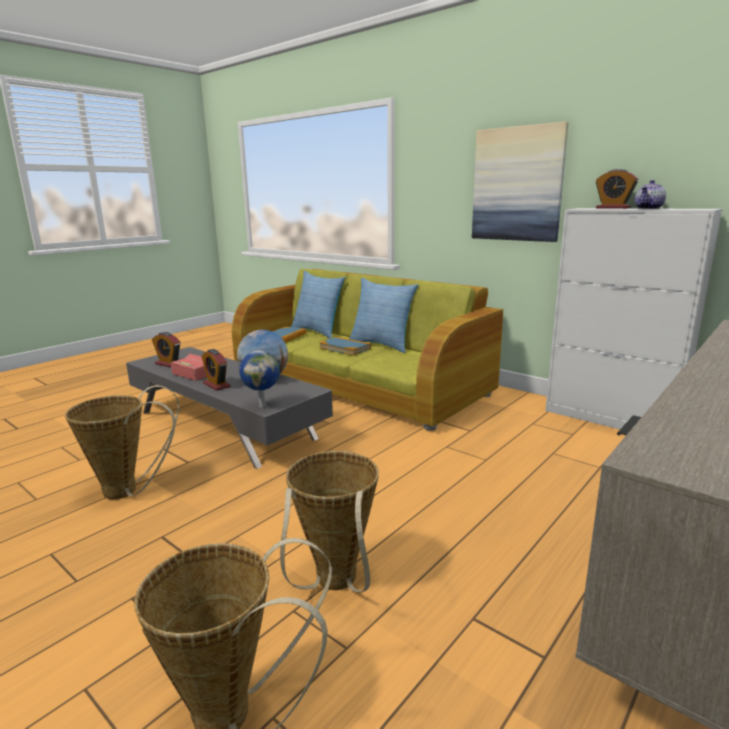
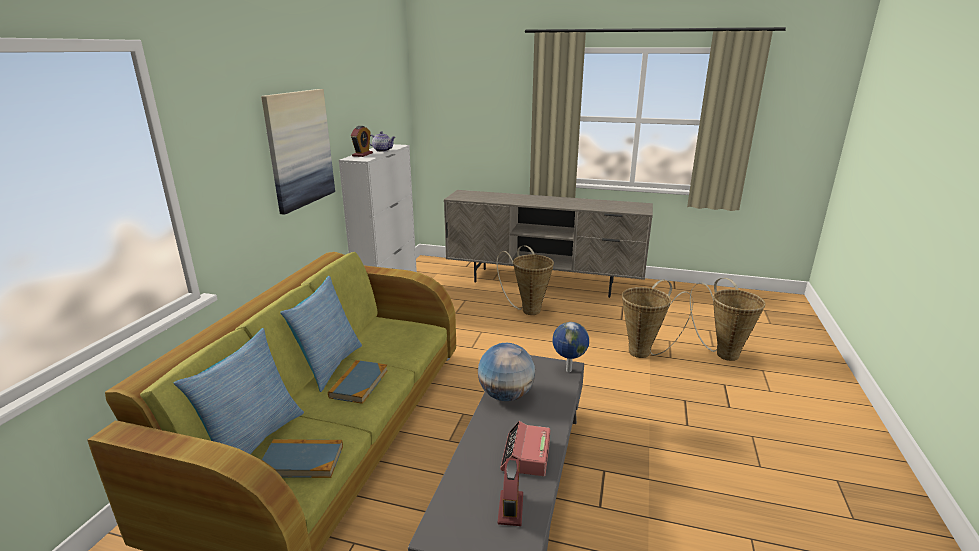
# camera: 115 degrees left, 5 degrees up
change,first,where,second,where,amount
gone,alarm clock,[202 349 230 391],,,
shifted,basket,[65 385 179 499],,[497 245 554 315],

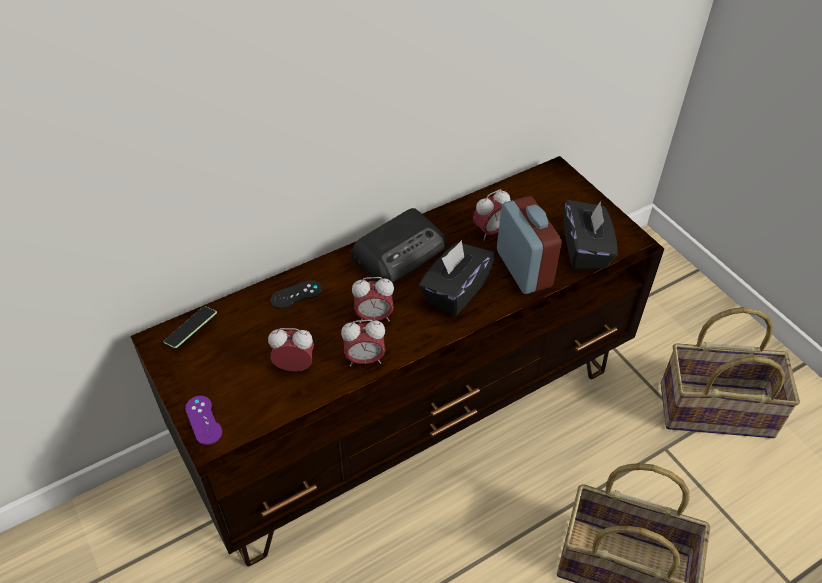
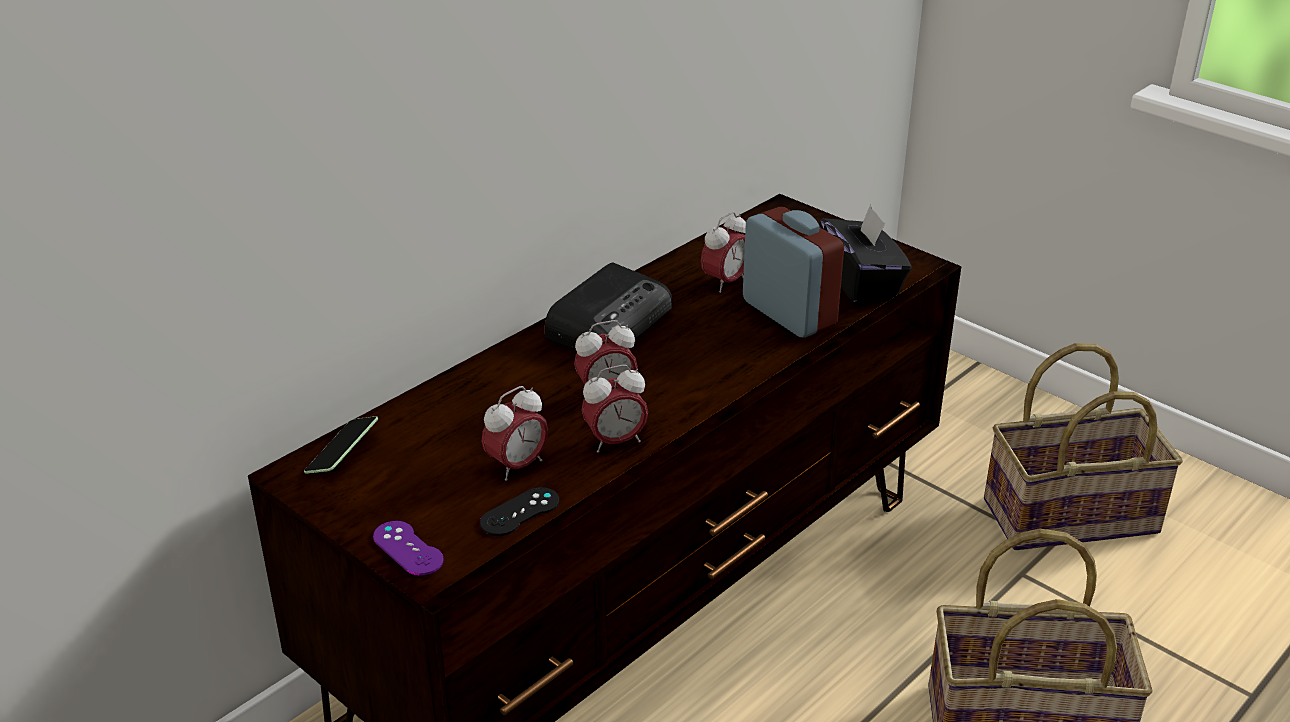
# camera: 15 degrees left, 15 degrees down
change,first,where,second,where,amount
gone,box of tissues in blackish,[419 240 495 316],,,
shifted,game controller in blackish,[270 280 322 309],,[480 487 559 536],
rotated,alarm clock,[268 328 314 371],,[482 386 548 481],150 degrees clockwise

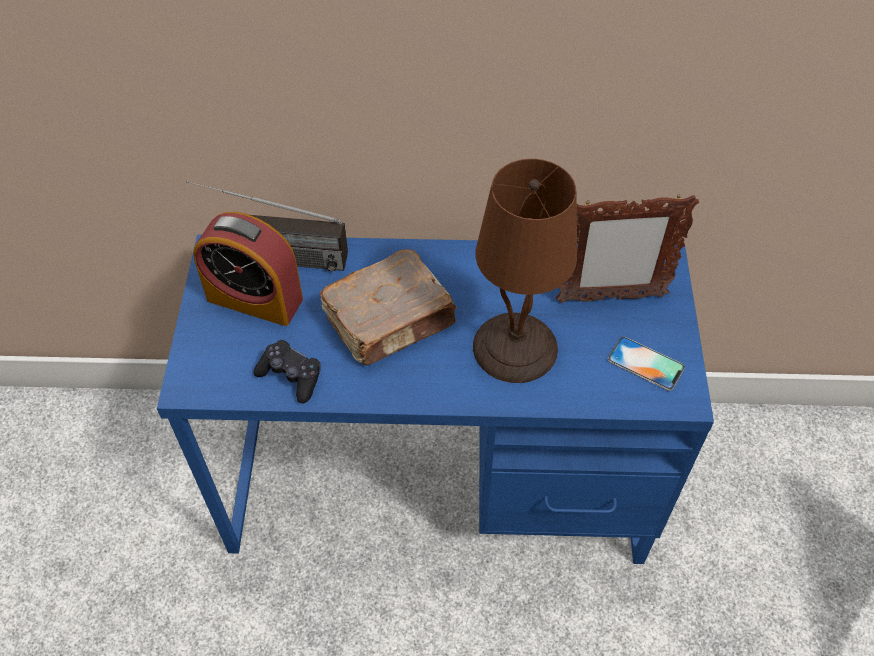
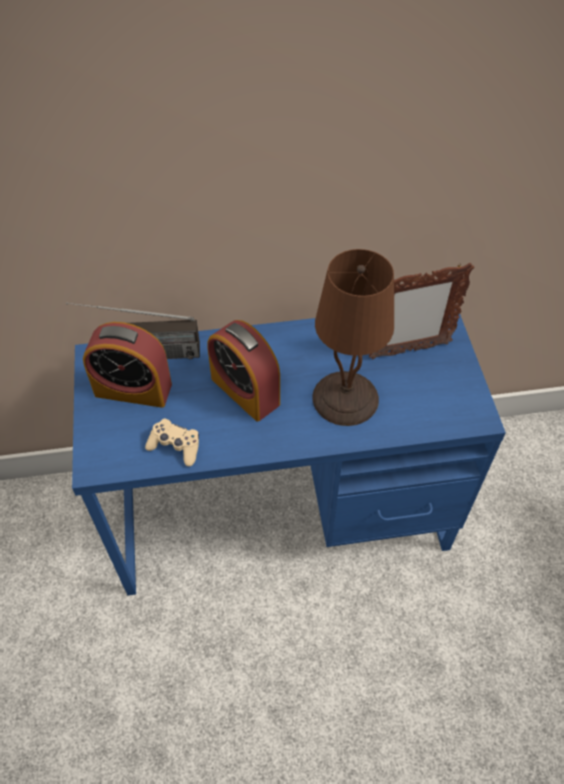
# camera: 10 degrees left, 0 degrees up
change,first,where,second,where,amount
swapped,volume in brownish,[320 249 457 365],alarm clock,[207 320 280 421],
gone,handset,[608 337 685 391],,,
repainted,game controller in blackish,[253 340 321 404],game controller in beige-coloured,[145 419 199 466],

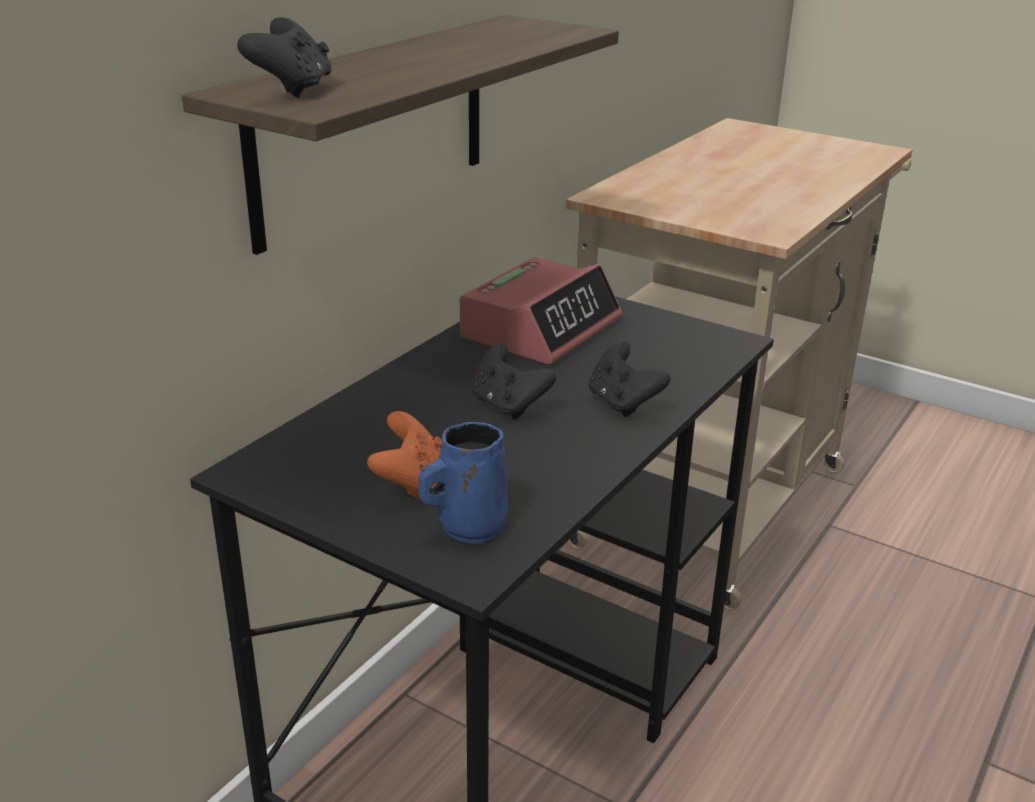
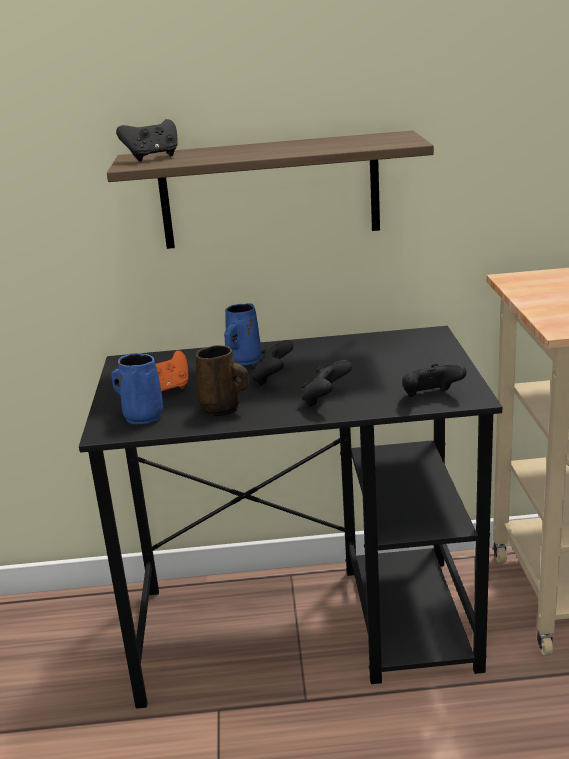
# camera: 55 degrees right, 5 degrees down
change,first,where,second,where,amount
gone,alarm clock,[460 257 622 364],,,
new,,,mug in bluish,[224 303 262 365],
new,,,mug in brownish,[196 345 249 416],
new,,,game controller in blackish,[402 364 467 397],

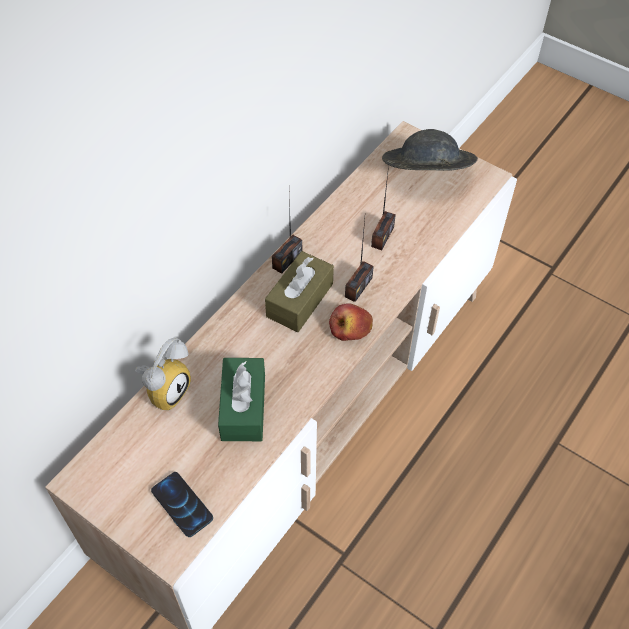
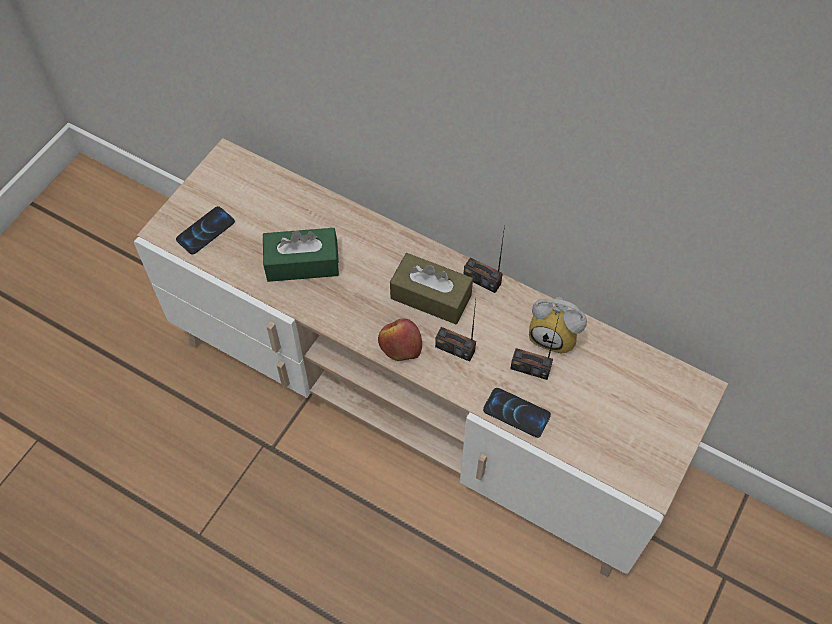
# camera: 85 degrees right, 5 degrees up
change,first,where,second,where,amount
gone,wearable hat in grey,[382 129 478 171],,,
shifted,alarm clock,[135 338 191 410],,[529 297 587 354],
new,,,handset,[483 388 551 438],

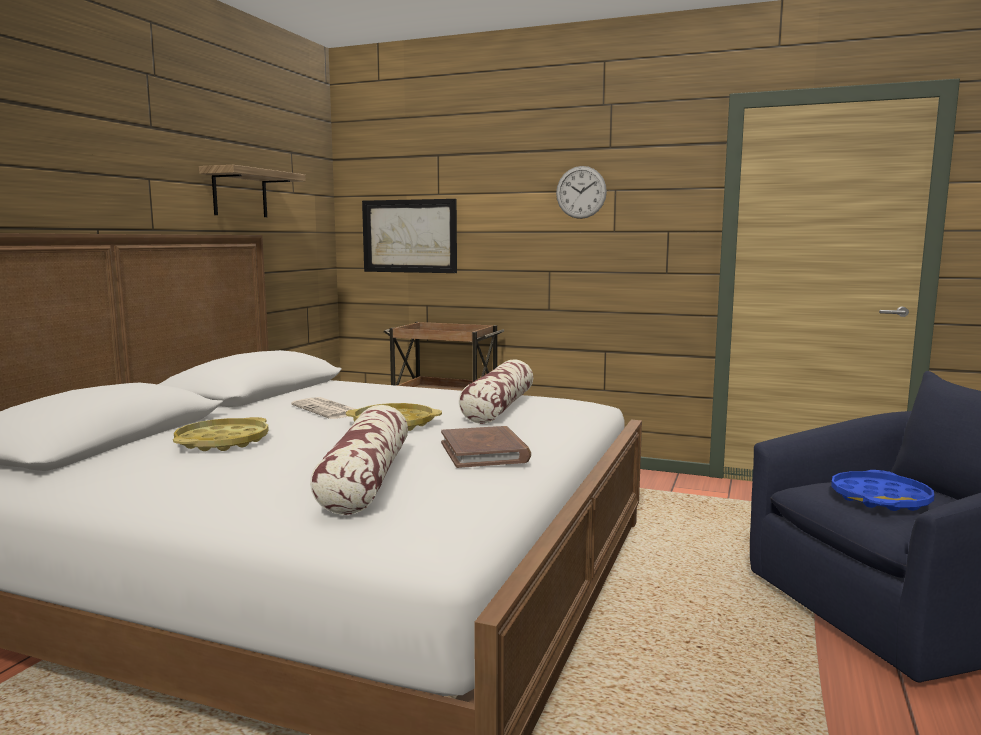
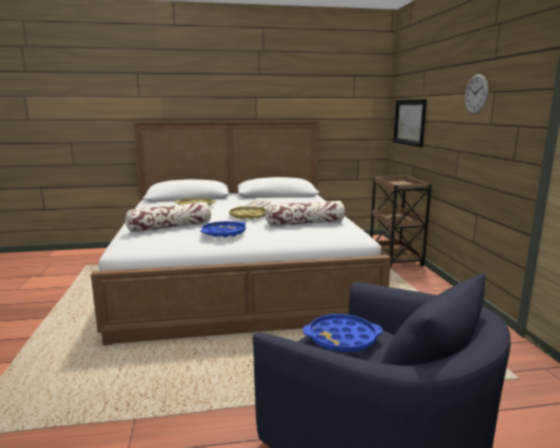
# camera: 60 degrees right, 5 degrees up
change,first,where,second,where,amount
gone,bracket shelf,[199 165 306 217],,,
swapped,volume in brownish,[441 426 531 468],carrying tray in bluish,[200 221 246 238],

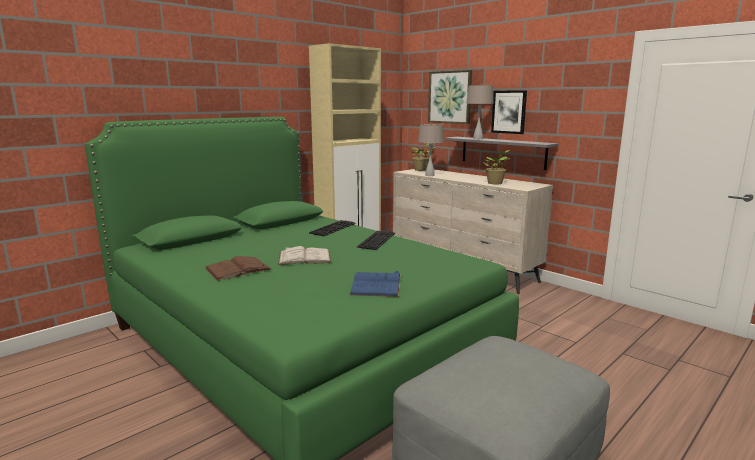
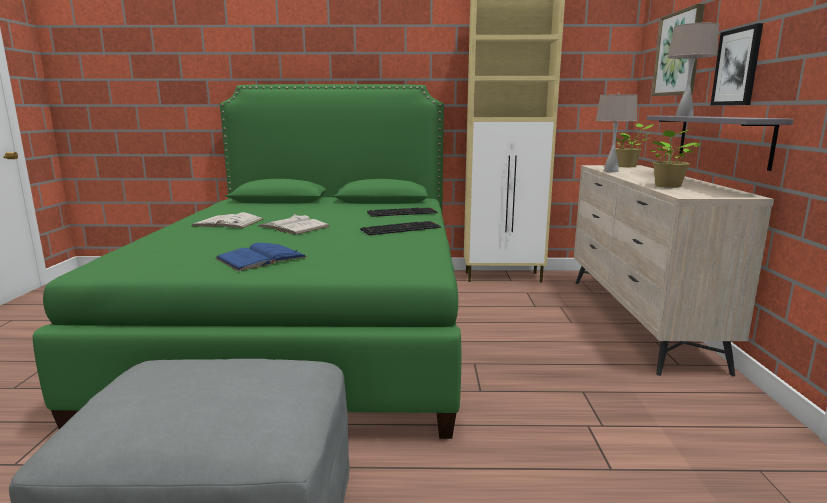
# camera: 45 degrees right, 0 degrees up
change,first,where,second,where,amount
repainted,volume in brownish,[205 256 272 281],volume in white-coloured,[192 212 264 228],

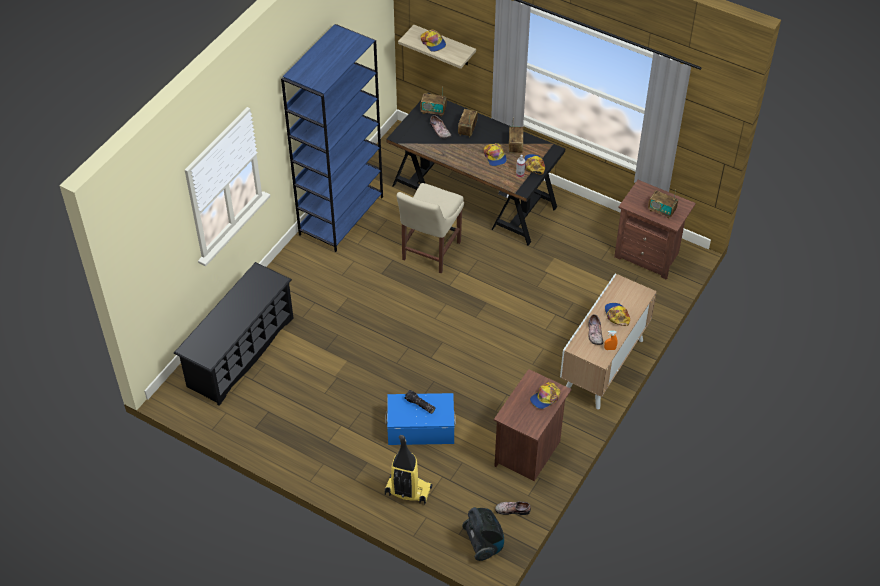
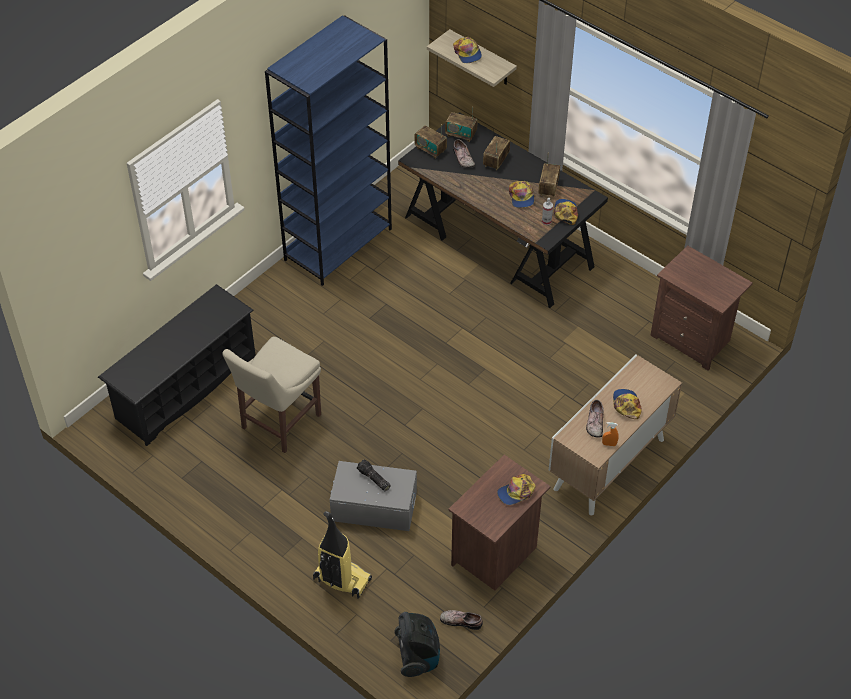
# camera: 10 degrees right, 0 degrees up
change,first,where,second,where,amount
shifted,chair in beige-coloured,[396 183 464 274],,[222 336 321 453],
shifted,radio set,[648 189 678 219],,[415 124 447 159],
repainted,storage container in bluish,[385 393 456 445],storage container in grey,[330 461 417 531],

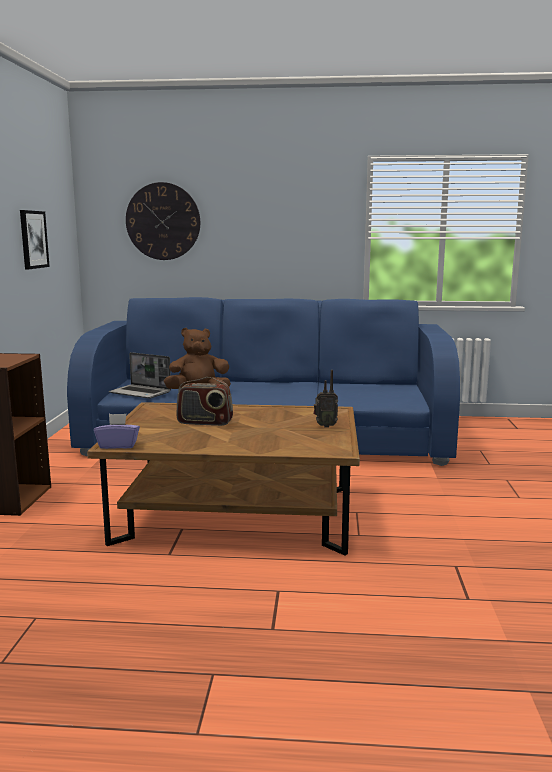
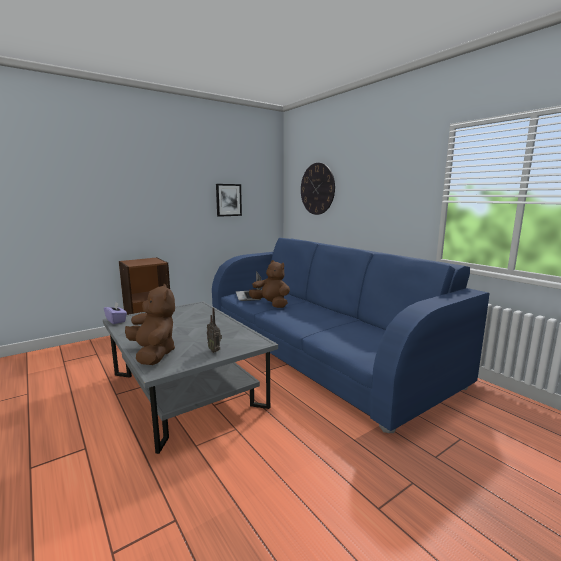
# camera: 50 degrees right, 0 degrees up
change,first,where,second,where,amount
gone,radio set,[176 377 233 426],,,
repainted,low table in brownish,[87 402 360 556],low table in grey,[103 301 278 454],
new,,,cuddly toy in brownish,[125 283 175 365],

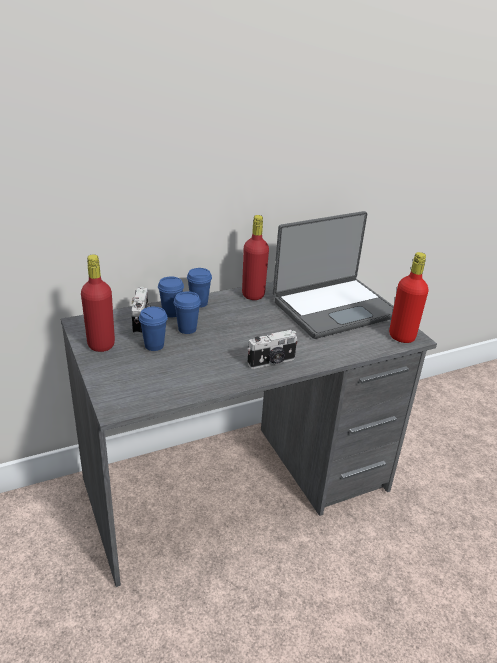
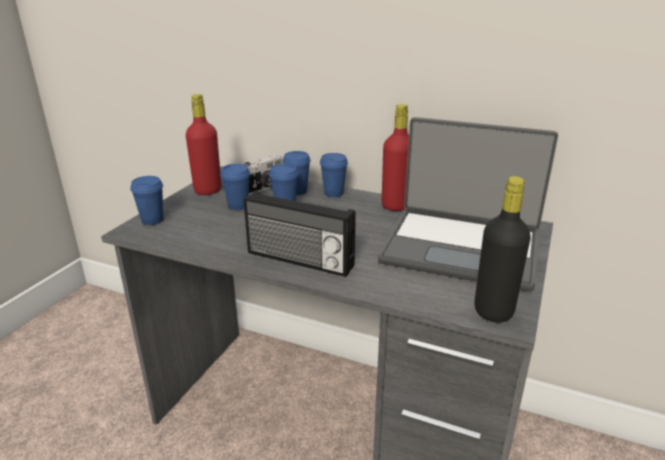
# camera: 50 degrees right, 5 degrees down
change,first,where,second,where,amount
repainted,beverage bottle in red,[389 252 429 343],beverage bottle in blackish,[475 176 531 323],
swapped,still camera,[247 330 298 369],radio set,[244 191 356 277],
new,,,drinking cup in bluish,[130 176 163 225],

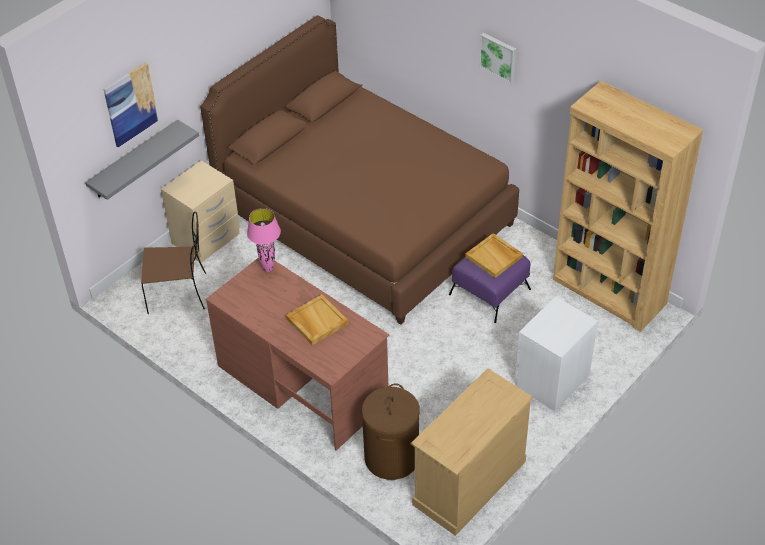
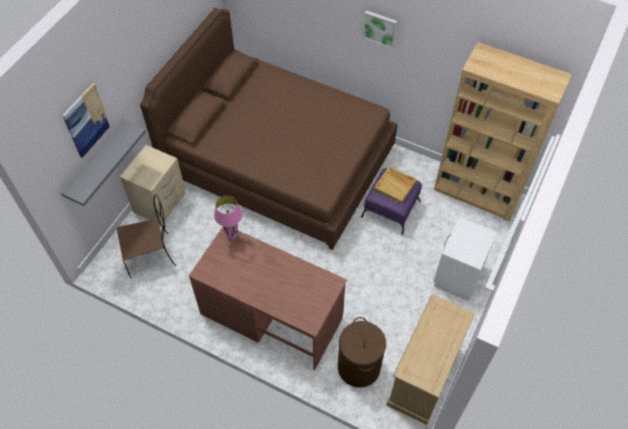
# camera: 15 degrees left, 10 degrees up
change,first,where,second,where,amount
gone,carrying tray in beige-coloured,[286 294 348 346],,,

